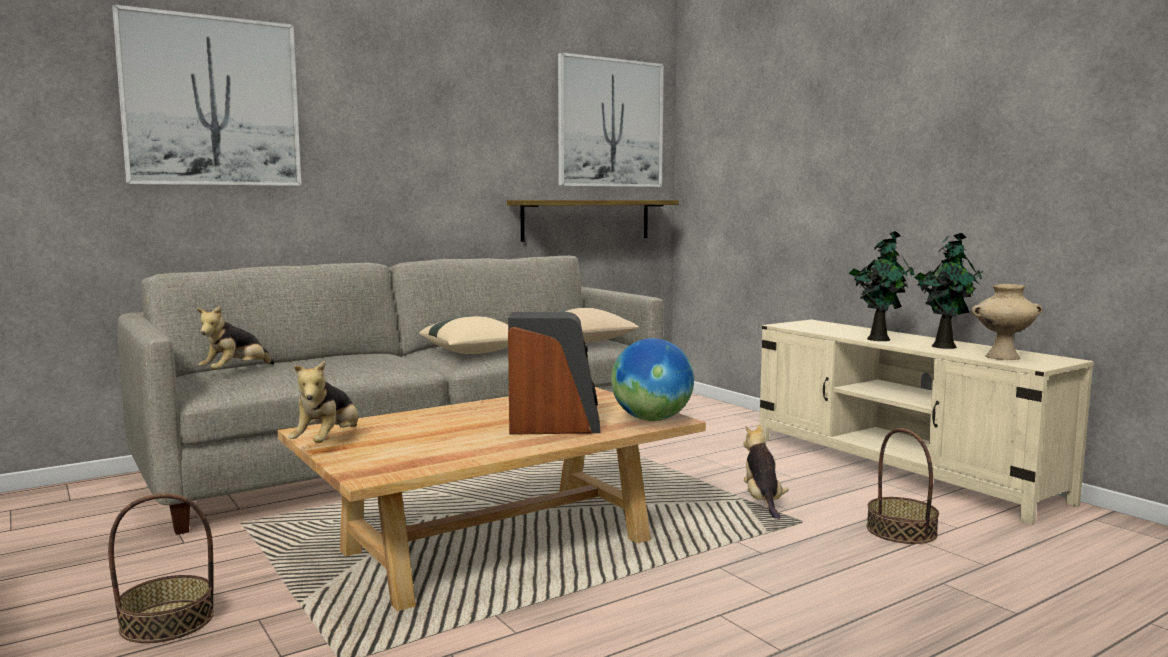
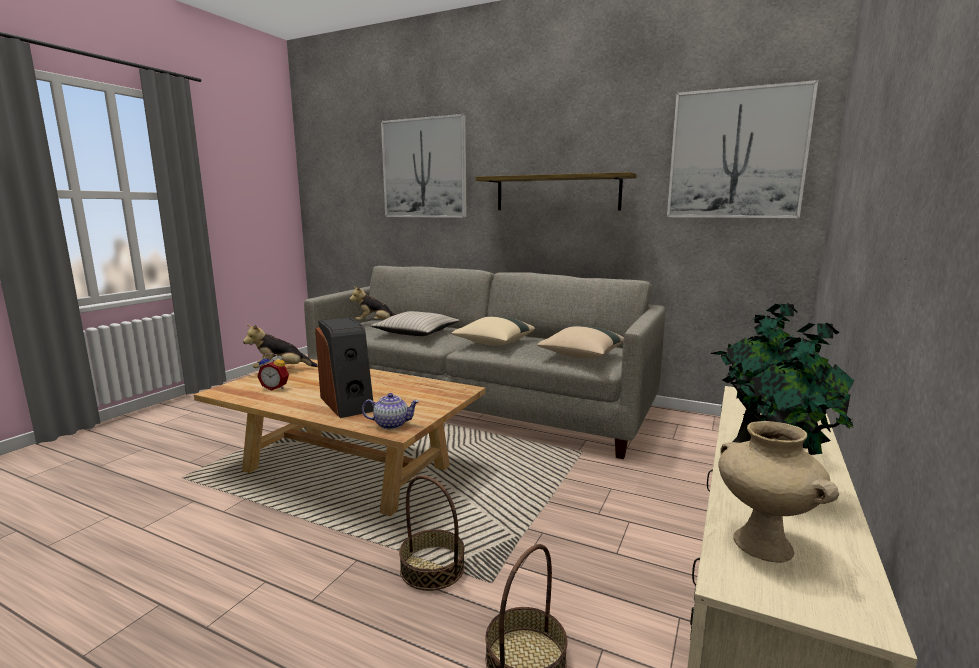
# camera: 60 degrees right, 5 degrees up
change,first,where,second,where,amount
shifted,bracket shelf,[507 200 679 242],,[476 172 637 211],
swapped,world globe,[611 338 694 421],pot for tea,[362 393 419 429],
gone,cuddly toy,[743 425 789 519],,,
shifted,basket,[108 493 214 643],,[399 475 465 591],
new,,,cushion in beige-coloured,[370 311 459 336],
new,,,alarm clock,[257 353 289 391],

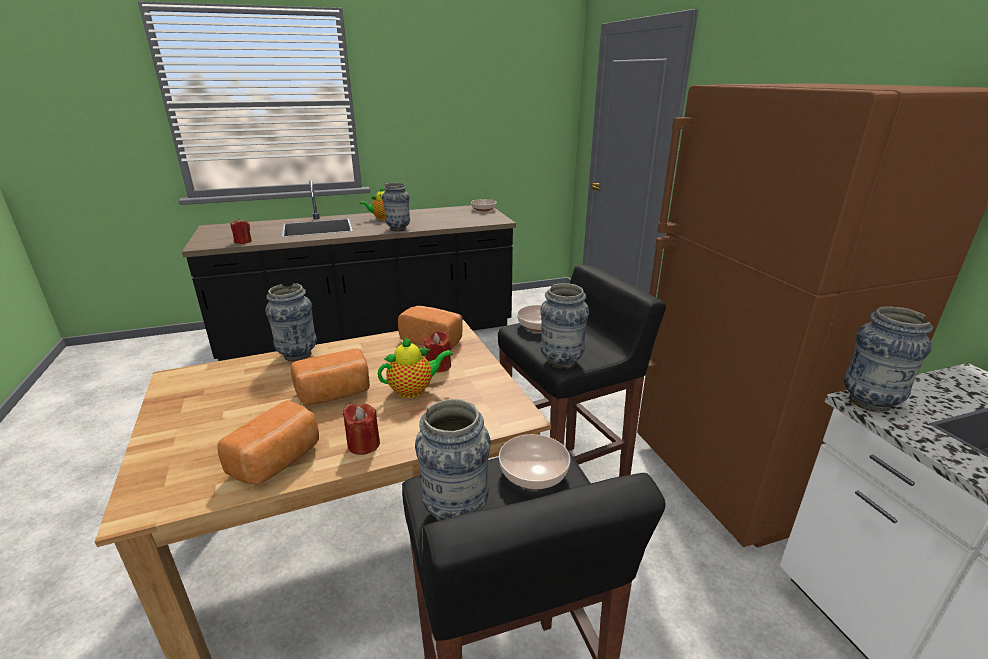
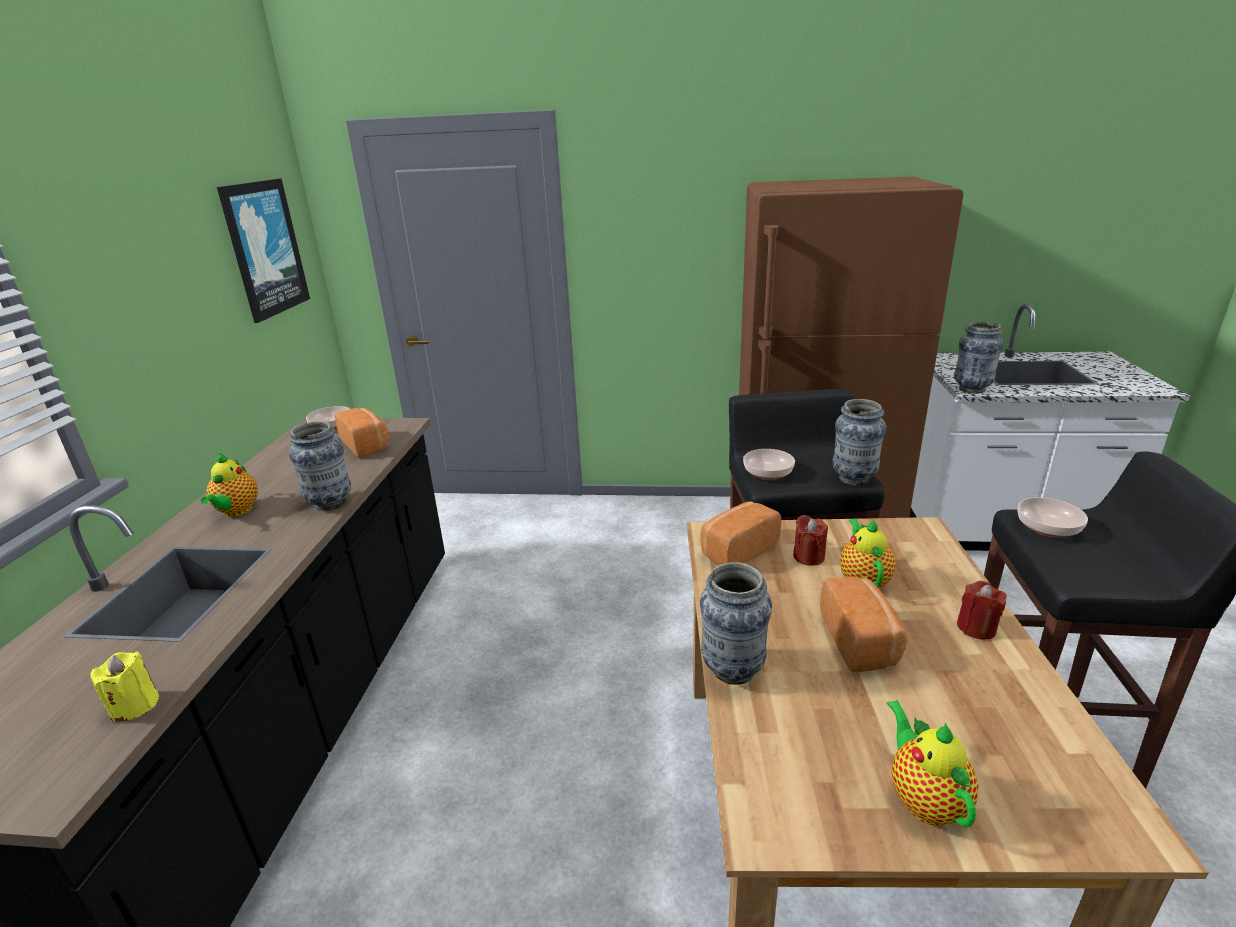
# camera: 65 degrees left, 0 degrees up
change,first,where,second,where,amount
repainted,candle in red,[230 218 252 244],candle in yellow,[90 651 159 722],
gone,decorative vase,[415 399 491 521],,,
shifted,bakery bread,[217 400 319 486],,[335 408 389 457],
new,,,wall picture,[217 179 310 323],
new,,,pot for tea,[886 700 979 828],

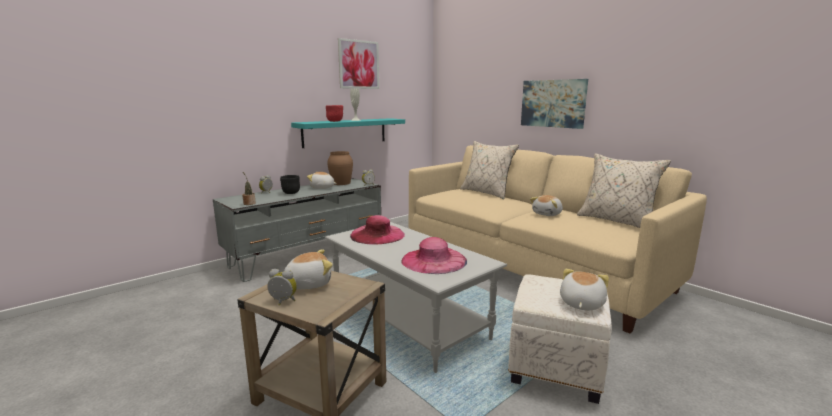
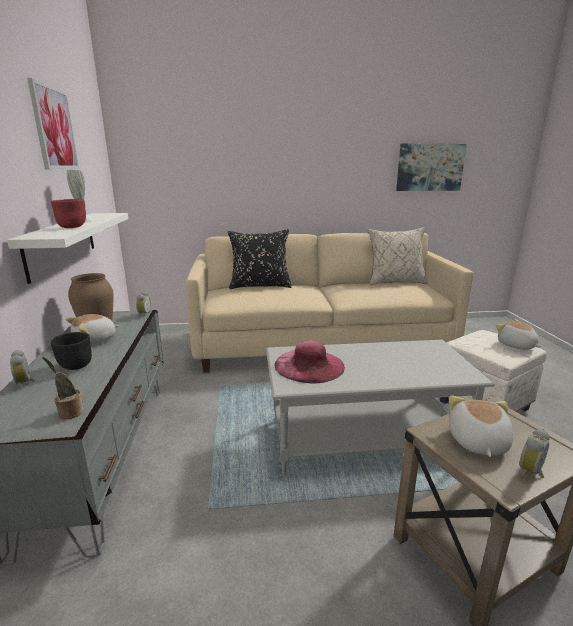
# camera: 55 degrees left, 5 degrees up
change,first,where,second,where,amount
shifted,wall picture,[521 79 588 129],,[396 144 467 191],
repainted,bracket shelf in turquoise,[291 118 405 148],bracket shelf in white-coloured,[7 213 128 284],
repainted,cushion in beige-coloured,[460 141 519 199],cushion in blackish,[228 229 292 289],
gone,cuddly toy,[530 195 563 216],,,
gone,wearable hat in pinkish,[401 237 467 274],,,

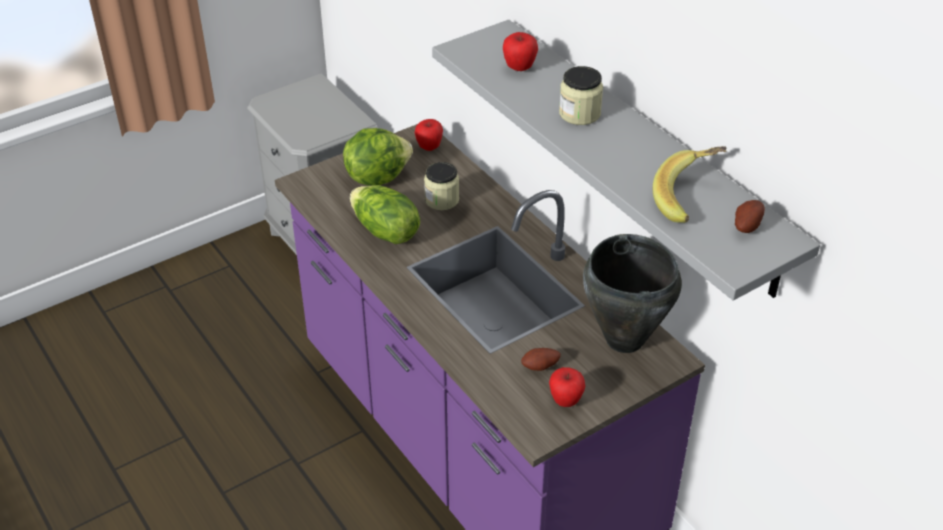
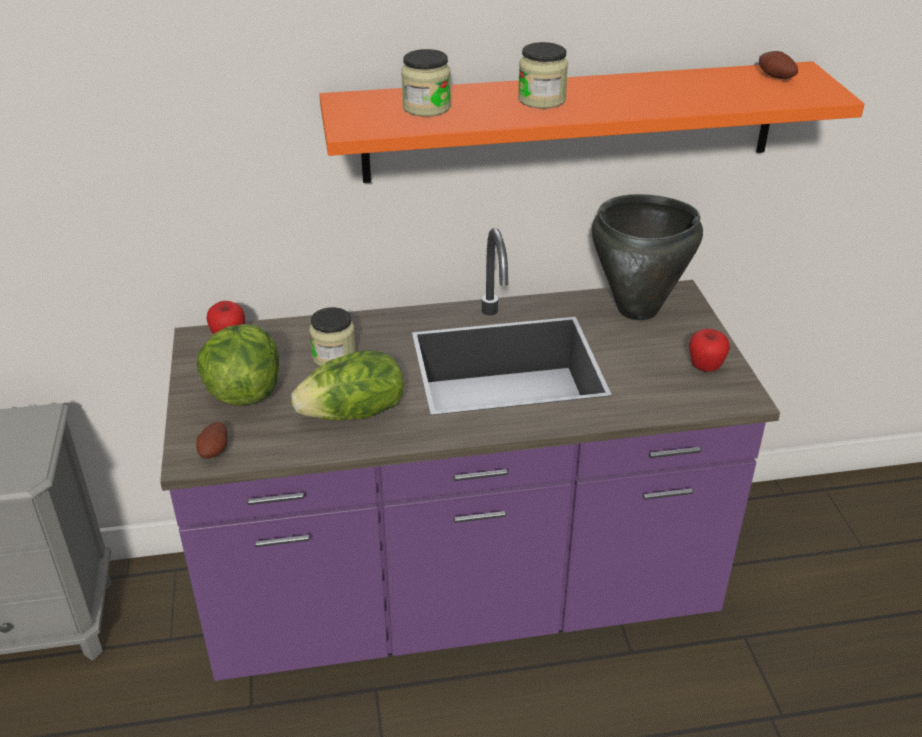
# camera: 65 degrees left, 5 degrees down
change,first,where,second,where,amount
repainted,bracket shelf in grey,[432 20 820 300],bracket shelf in orangey,[319 61 865 183],
swapped,whole apple,[503 32 538 71],storage jar,[401 49 451 117],
gone,banana fruit,[653 146 726 223],,,
shifted,potato,[521 348 561 371],,[196 422 227 458],

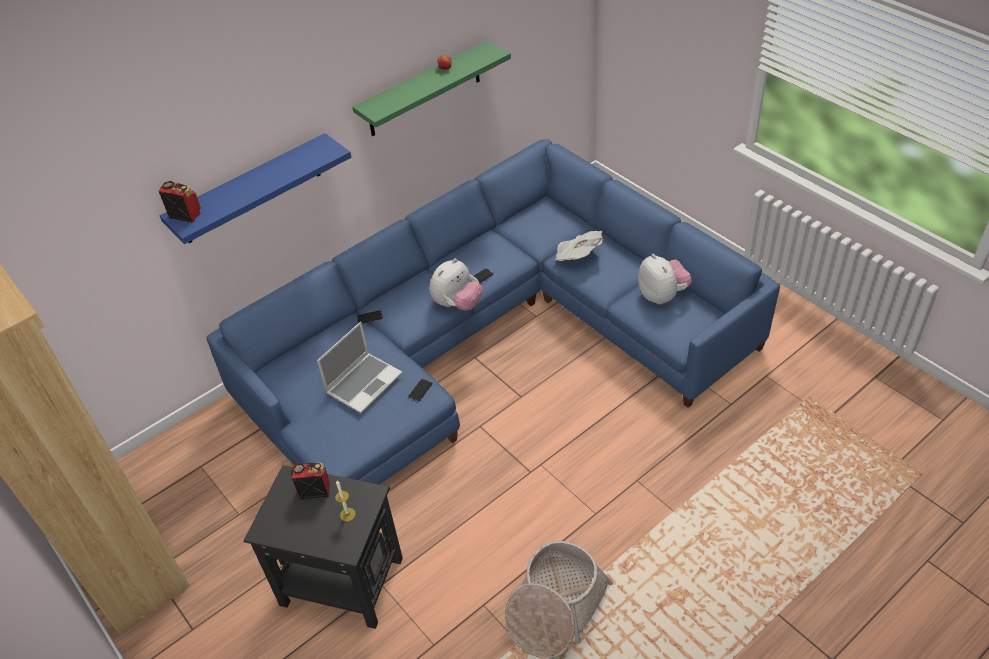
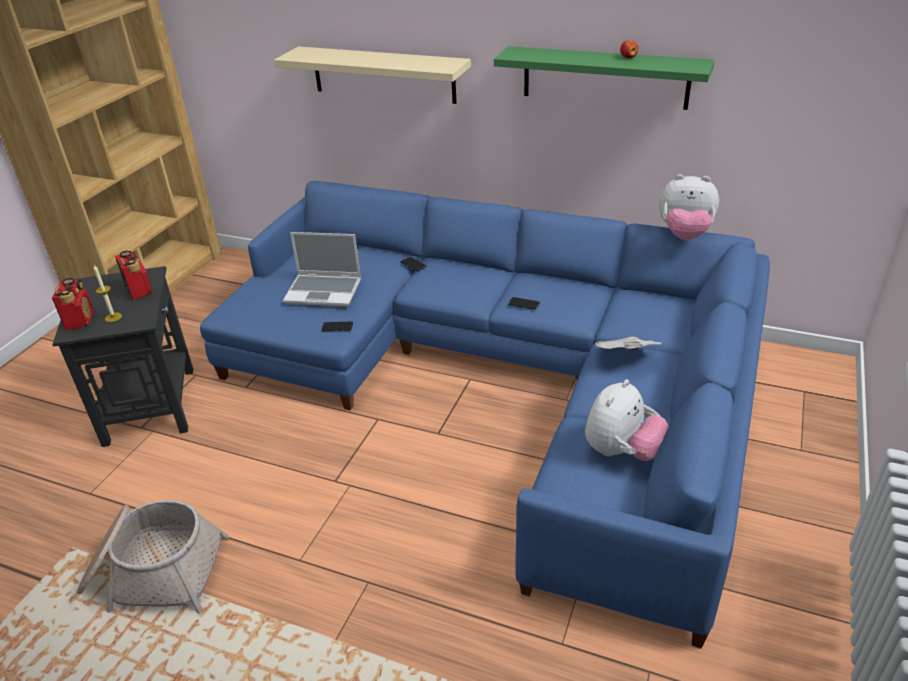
# camera: 60 degrees right, 10 degrees down
change,first,where,second,where,amount
repainted,bracket shelf in bluish,[160 133 351 244],bracket shelf in beige-coloured,[274 46 471 104],
shifted,radio set,[159 181 201 223],,[52 278 94 331],
shifted,cuddly toy,[429 258 483 311],,[659 174 719 240],

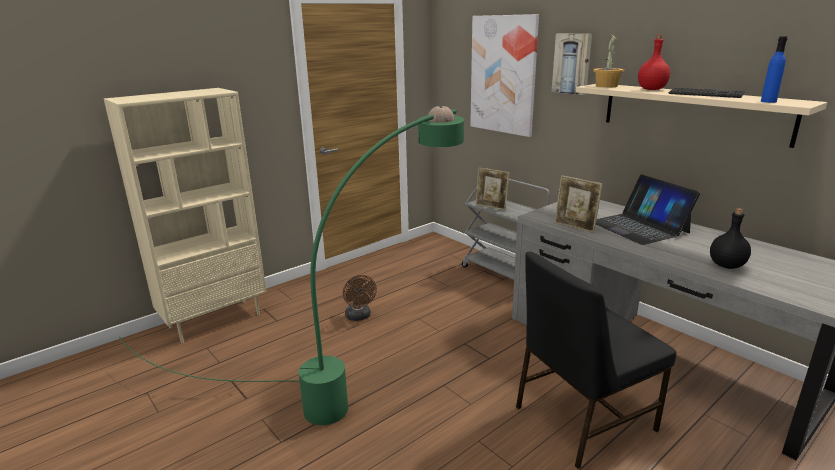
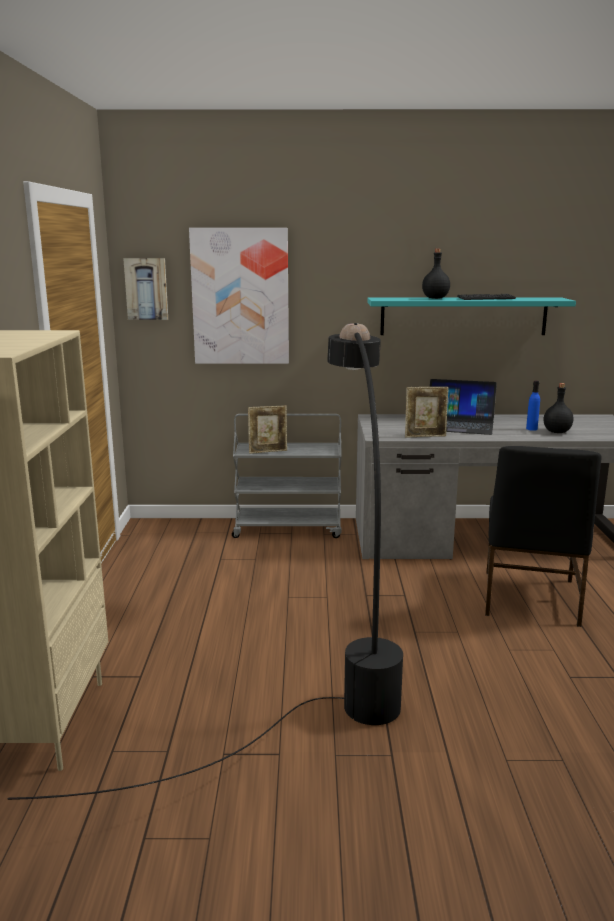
# camera: 50 degrees left, 5 degrees down
change,first,where,second,where,amount
shifted,wall picture,[551 34 592 95],,[123 258 168 320],
gone,potted plant,[593 35 624 88],,,
repainted,beverage bottle in red,[638 35 670 90],beverage bottle in blackish,[422 249 450 299],
shifted,beverage bottle in bluish,[761 36 788 103],,[526 381 540 431],
repainted,bracket shelf in beige-coloured,[576 84 827 148],bracket shelf in turquoise,[367 298 576 335],
repainted,floor lamp in green,[119 106 464 425],floor lamp in blackish,[7 323 403 800],
gone,cooling fan in brownish,[343 275 377 321],,,

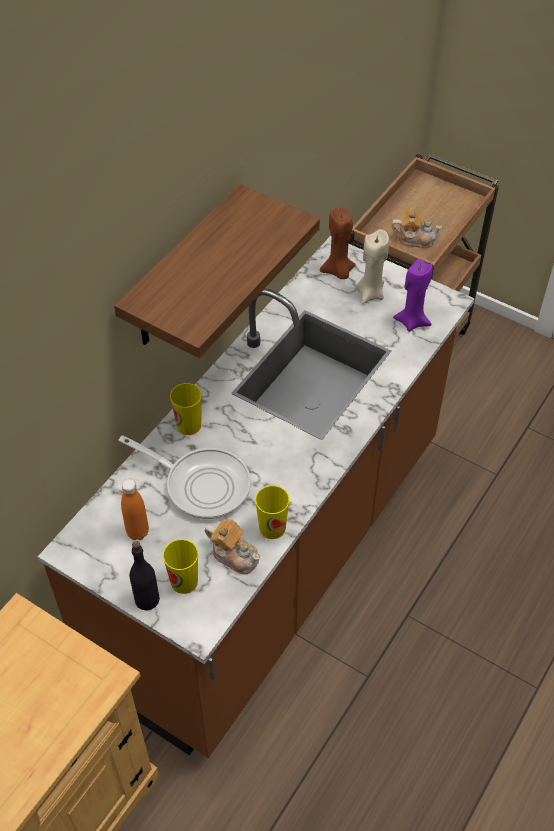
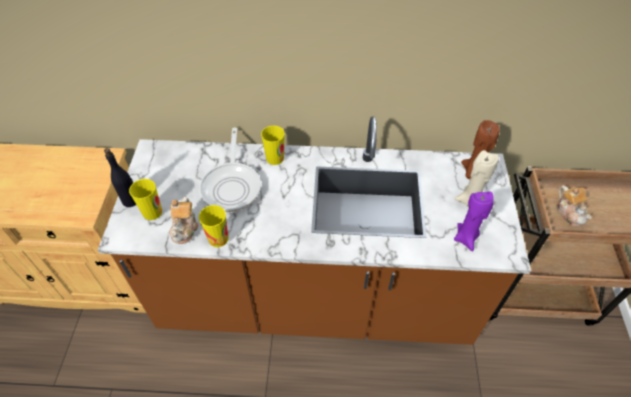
# camera: 60 degrees right, 0 degrees up
change,first,where,second,where,amount
gone,bracket shelf,[114 184 320 358],,,
gone,beverage bottle in orangey,[121 479 149 540],,,

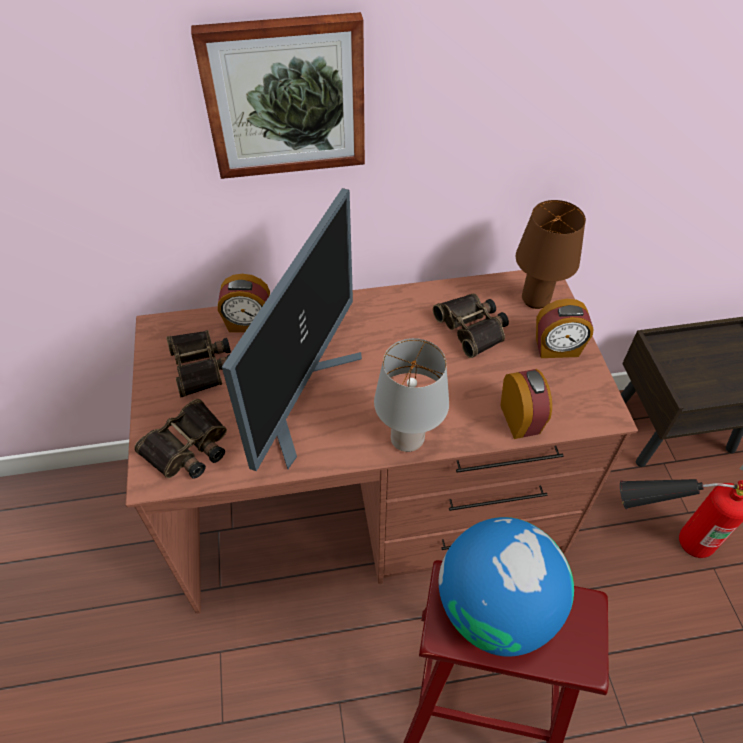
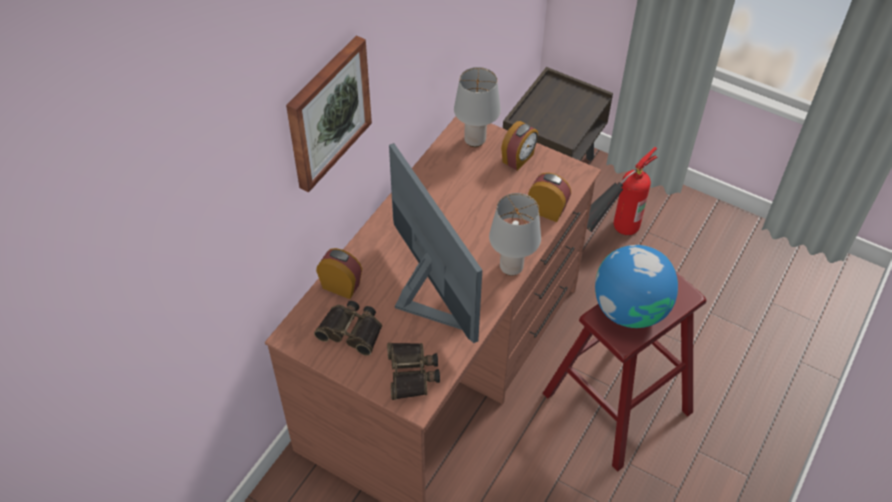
# camera: 50 degrees left, 0 degrees up
change,first,where,second,where,amount
repainted,tabletop lamp in brownish,[516 200 586 309],tabletop lamp in grey,[454 67 501 147],
rotated,alarm clock,[218 274 270 332],,[316 248 362 299],105 degrees counterclockwise
gone,field glasses,[433 294 509 358],,,

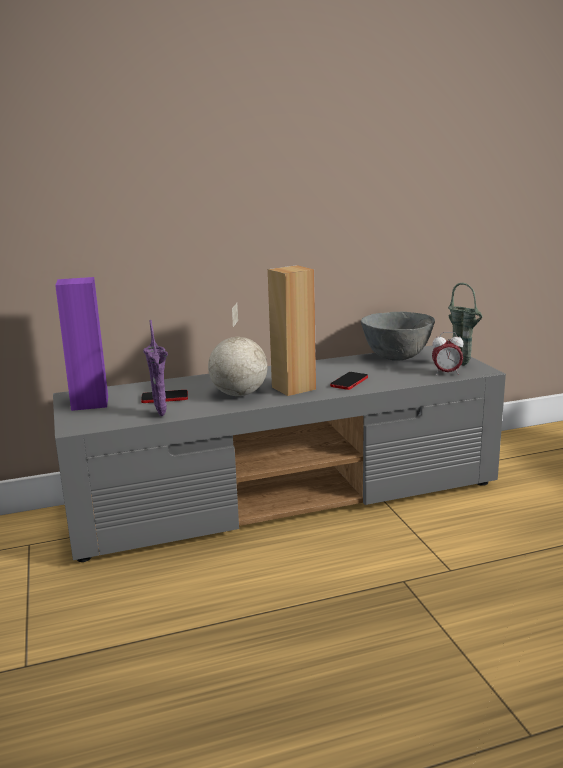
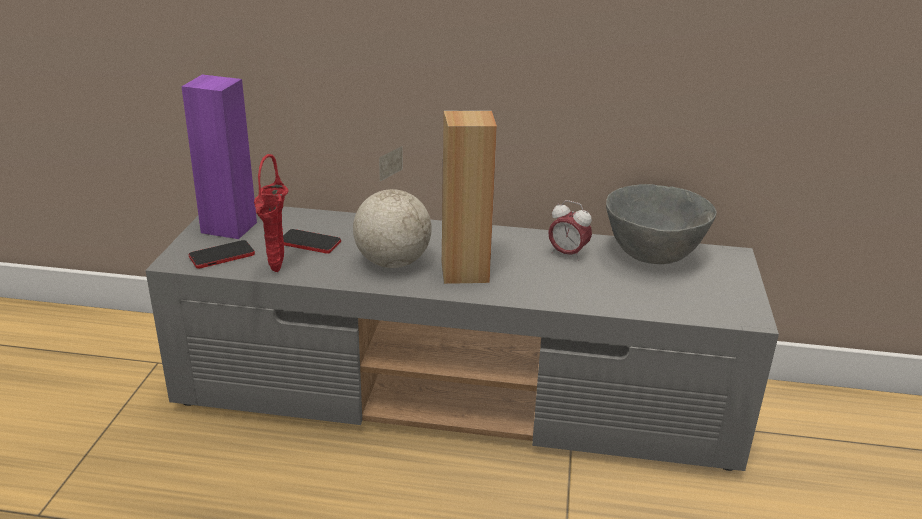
# camera: 25 degrees right, 10 degrees up
change,first,where,second,where,amount
gone,decorative vase in green,[448 283 482 365],,,
repainted,decorative vase in purple-coloured,[143 320 168 416],decorative vase in red,[254 154 288 272],
shifted,alarm clock,[432 332 464 375],,[548 200 592 261],
shifted,handset,[330 372 368 390],,[189 240 255 268],

